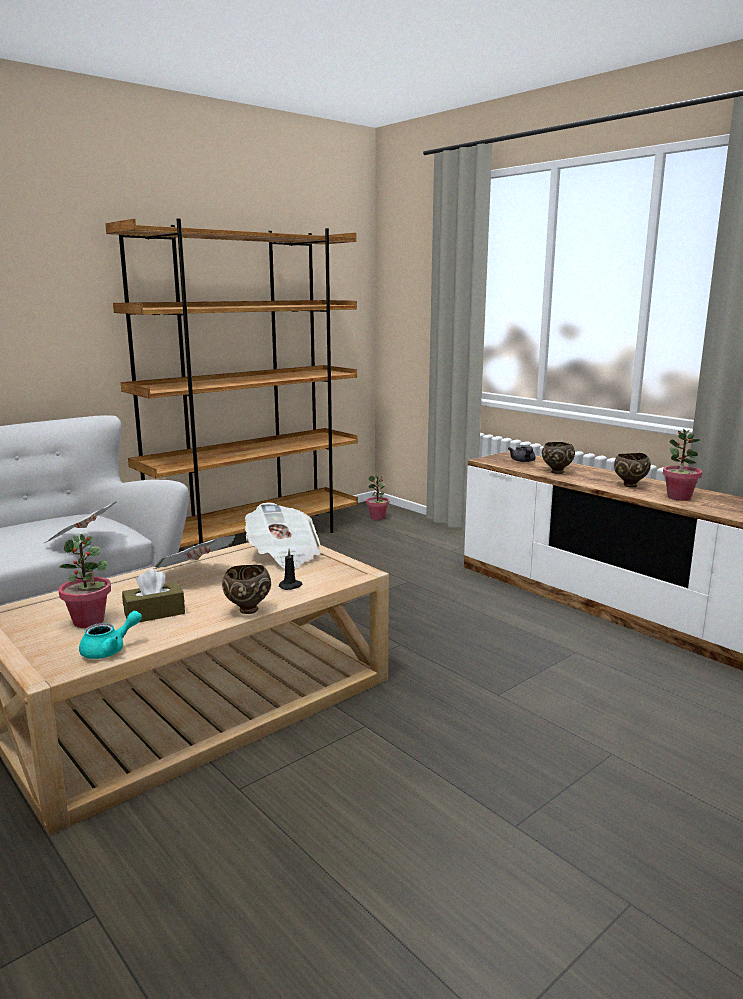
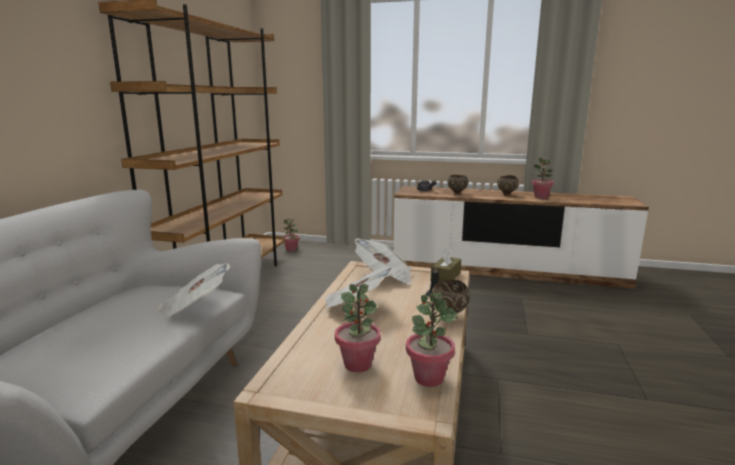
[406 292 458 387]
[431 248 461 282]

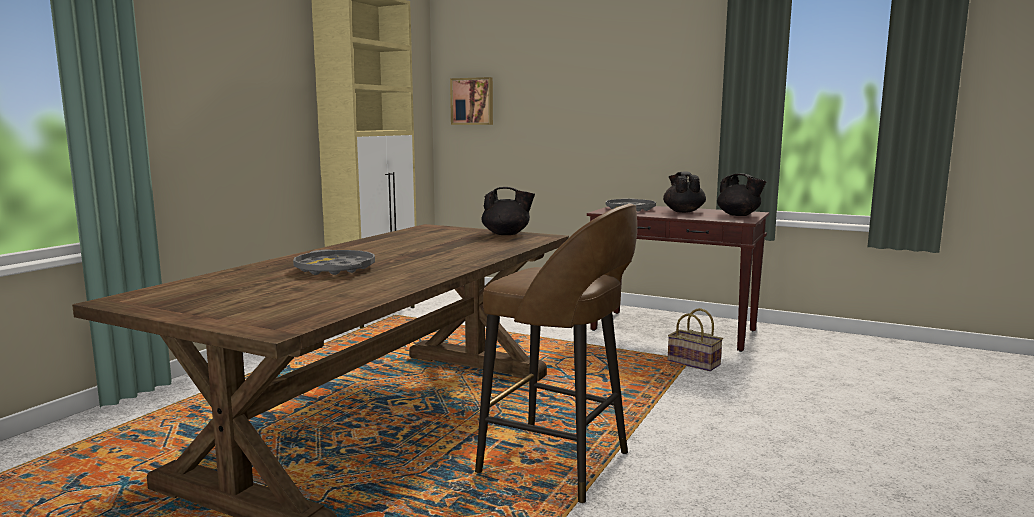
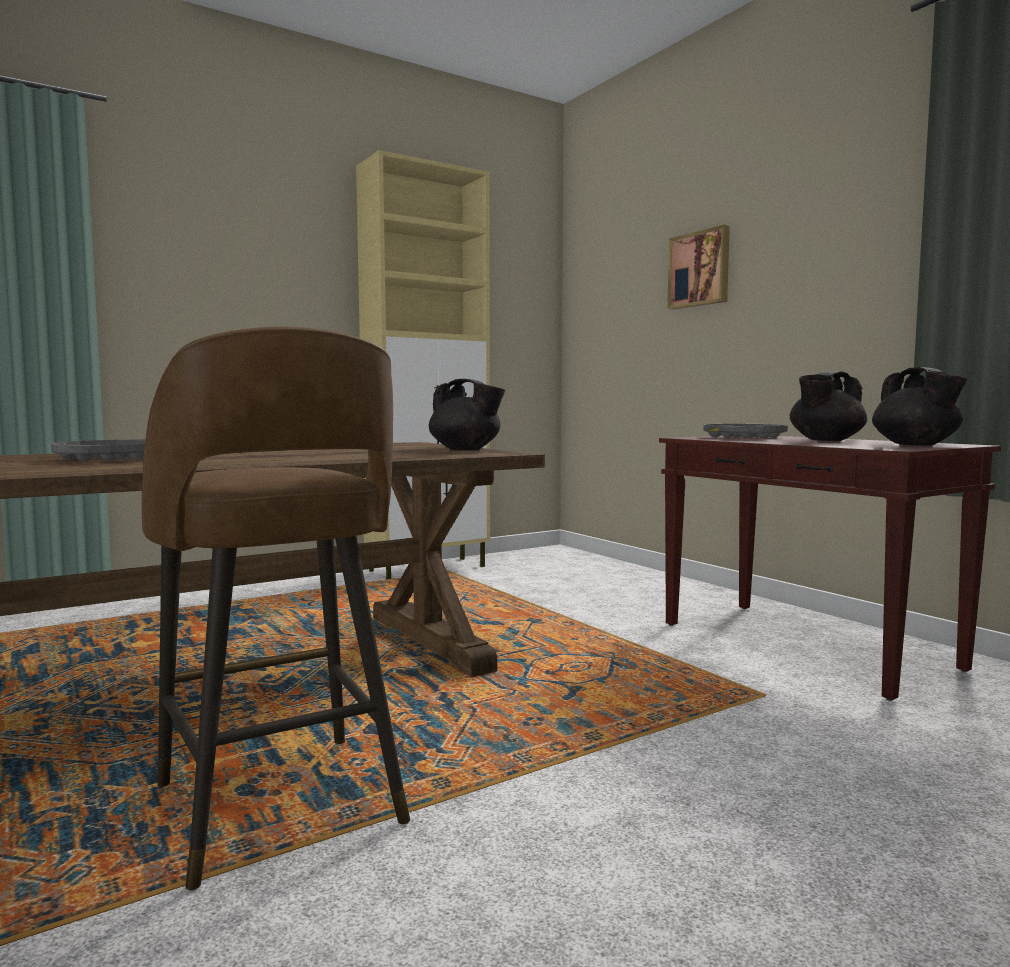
[667 225 730 310]
[790 371 867 441]
[668 308 723 371] (first image)

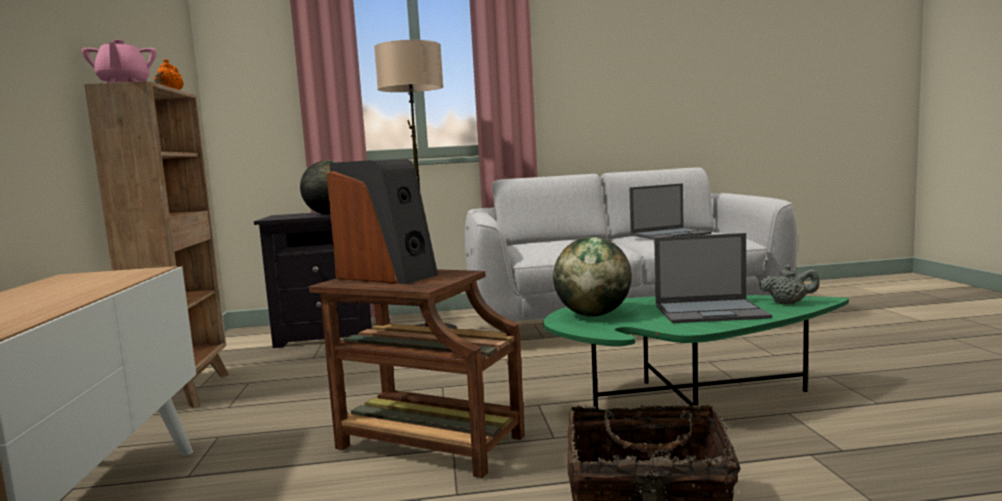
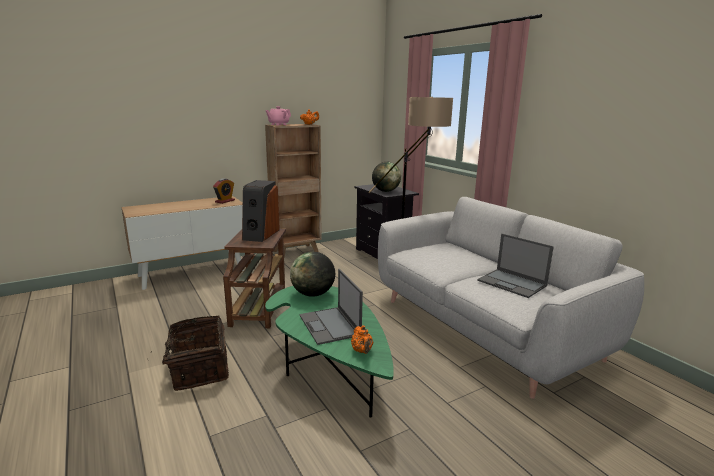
[351 325 373 354]
[213 178 235 204]

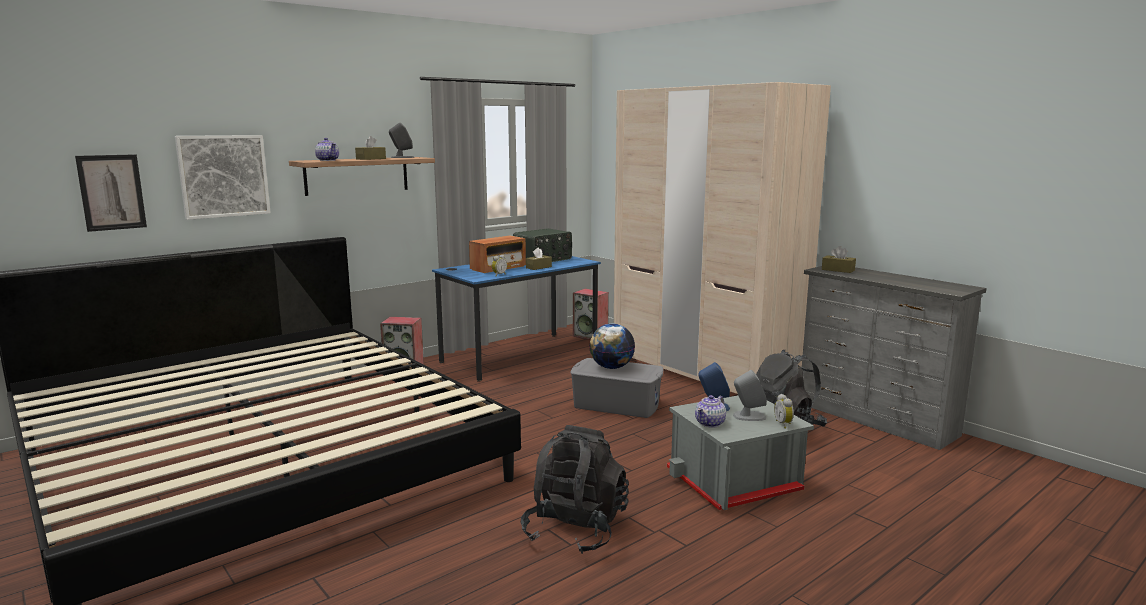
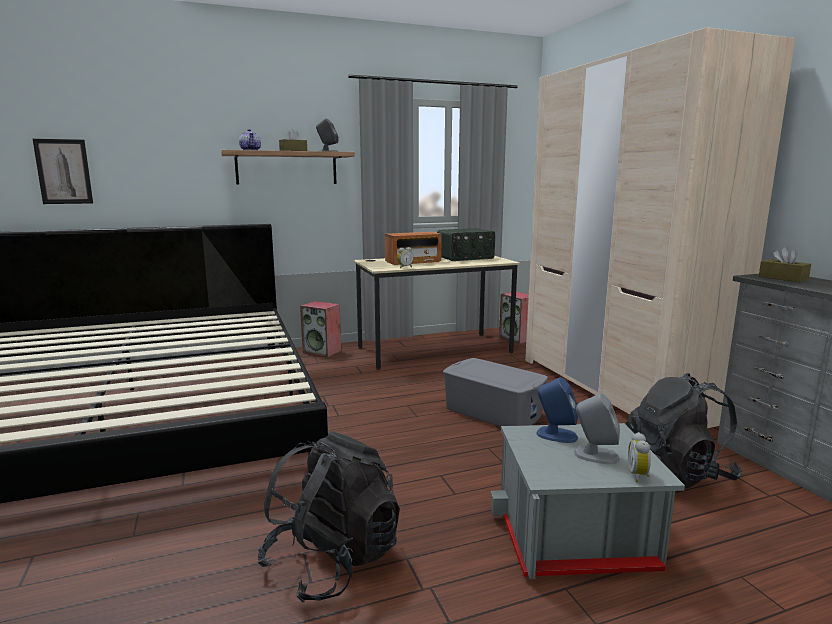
[175 135 271 220] (first image)
[353 256 520 370]
[526 247 552 270] (first image)
[589 324 635 369] (first image)
[695 395 726 428] (first image)

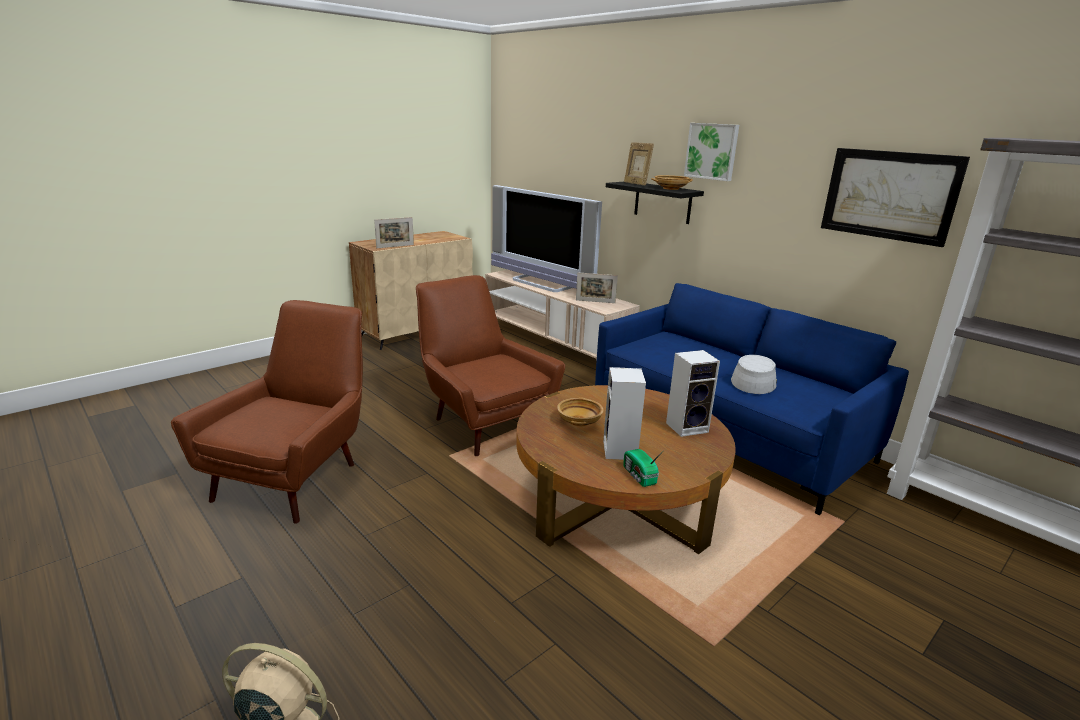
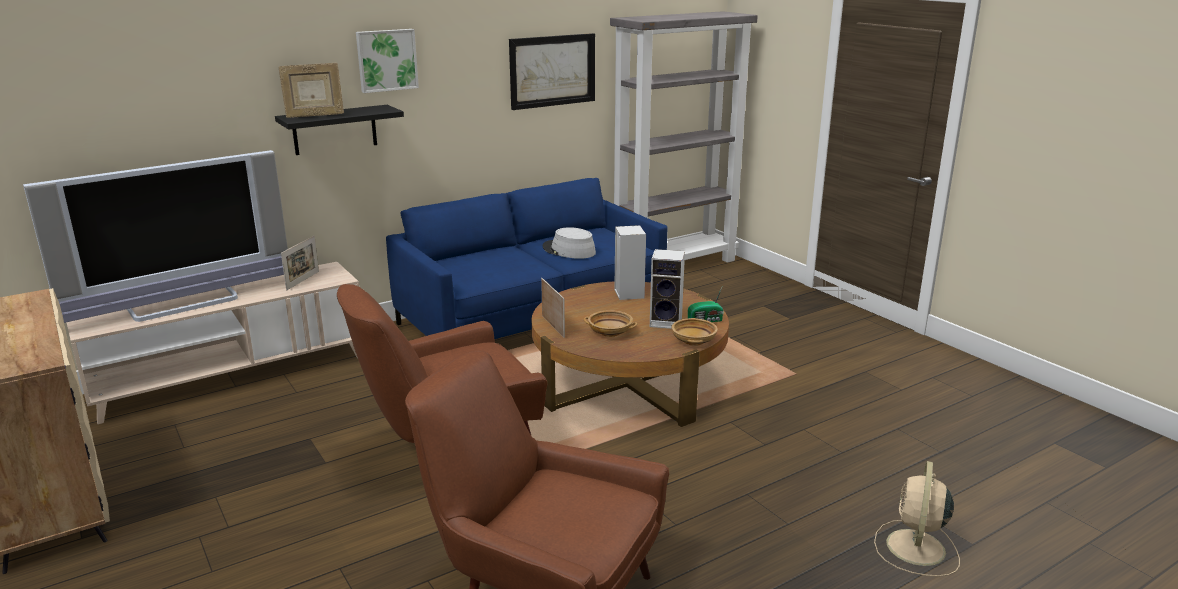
[541 278 565 338]
[671 318 718 346]

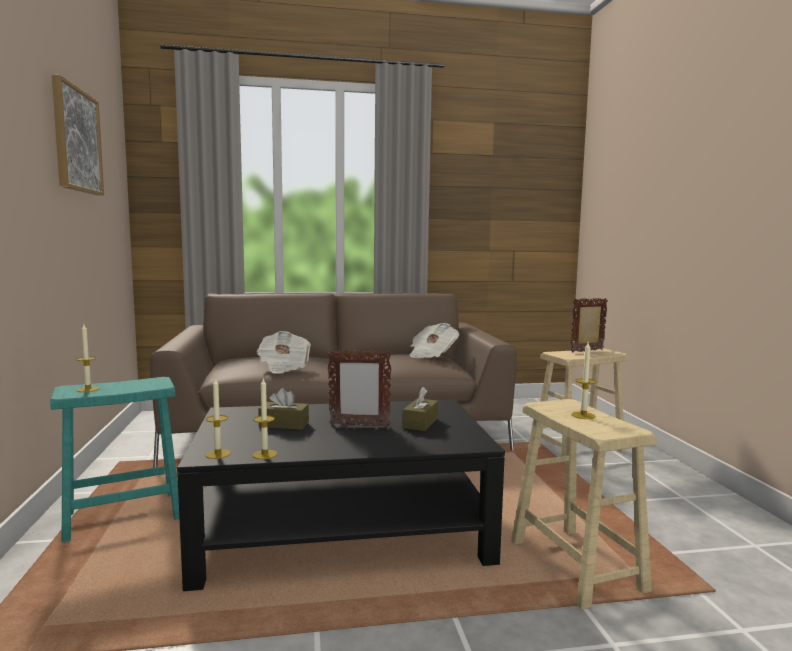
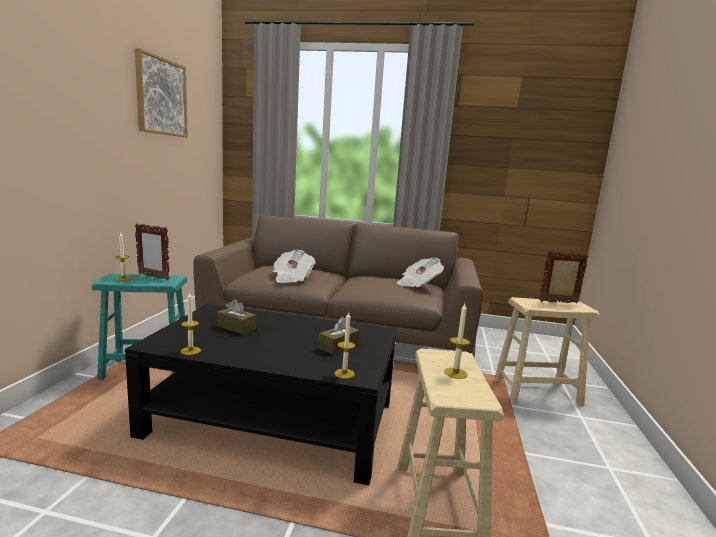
[335 312 355 379]
[135 223 170 280]

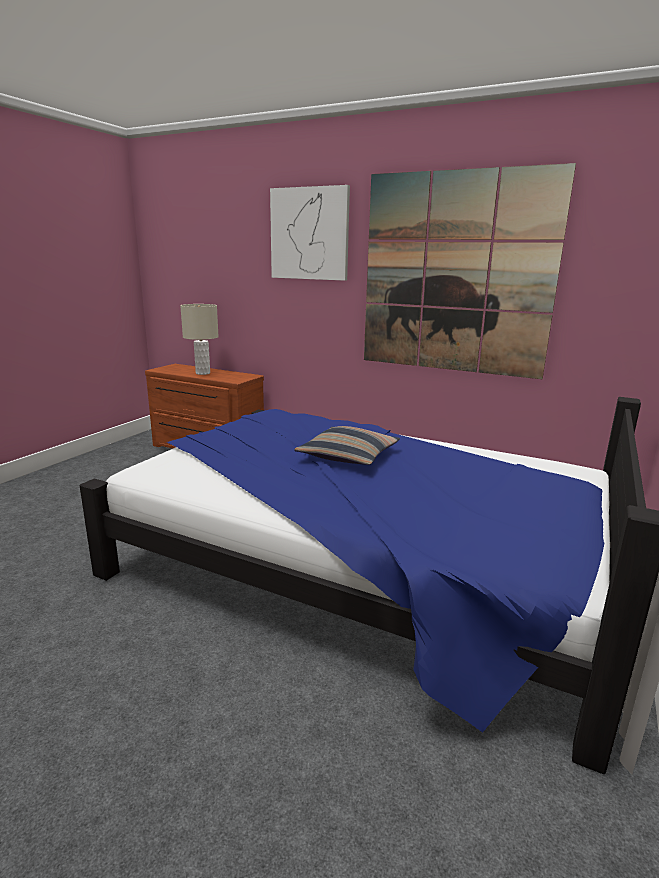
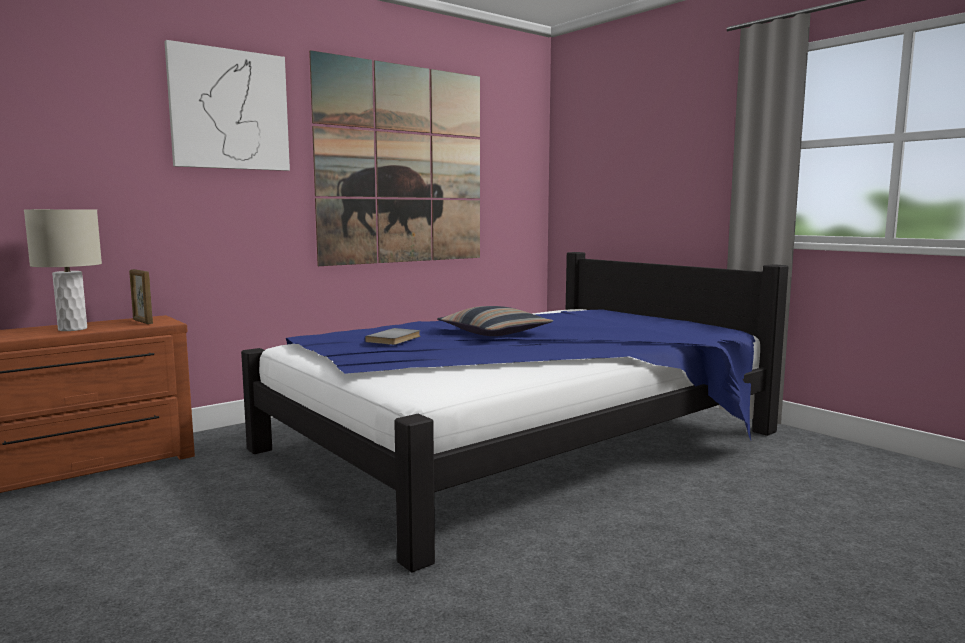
[129 269 153 324]
[365 328 420 345]

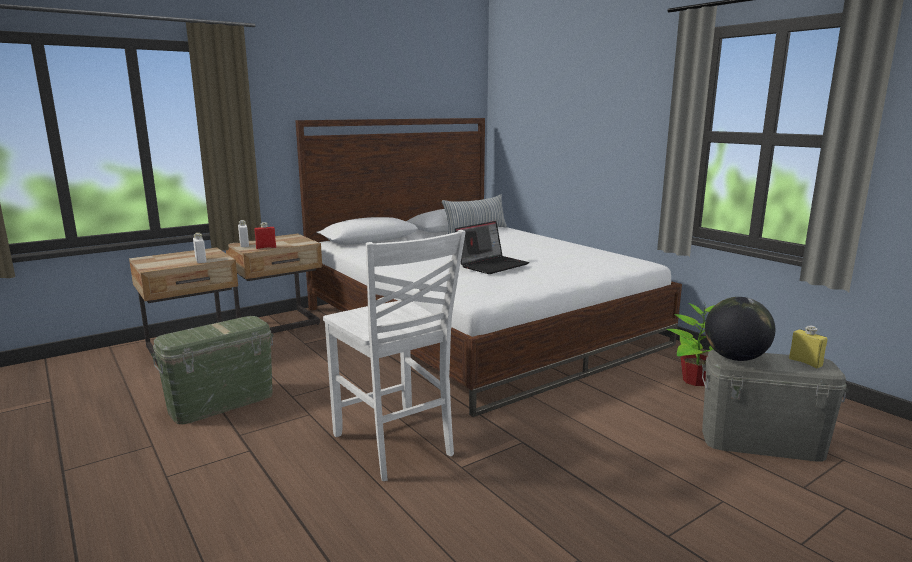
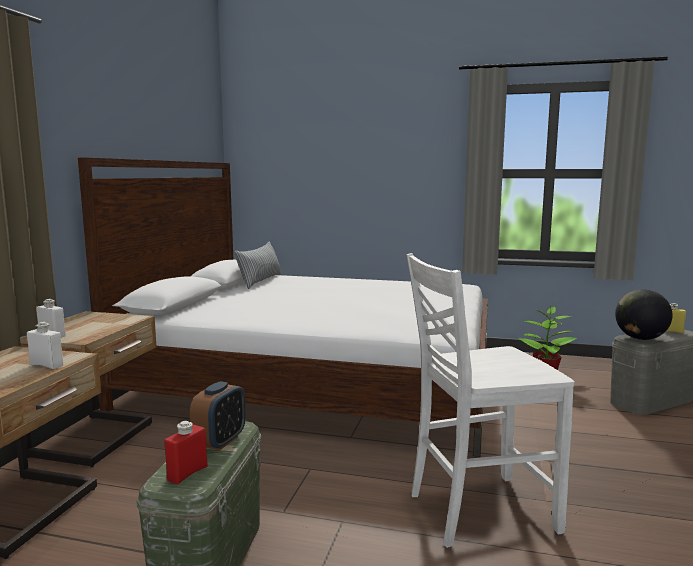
[165 421 207 484]
[407 253 575 548]
[455 221 529 274] (first image)
[190 381 246 451]

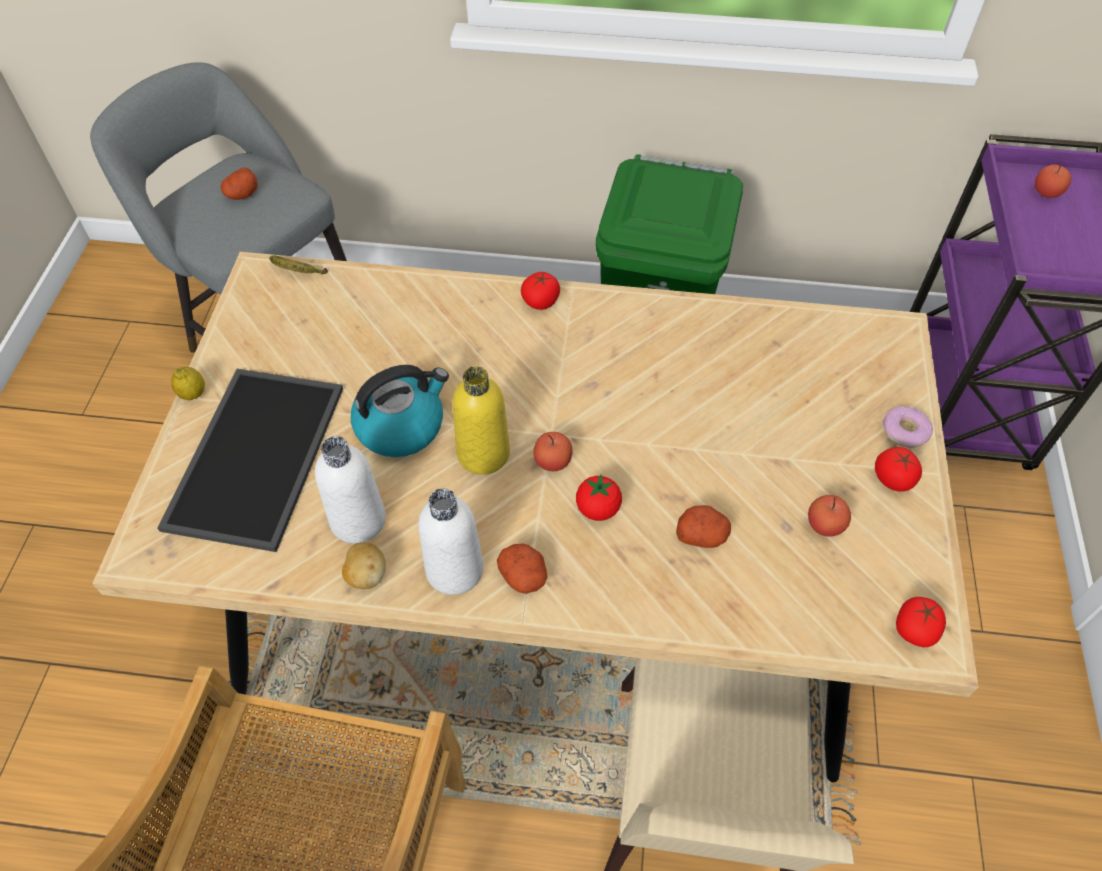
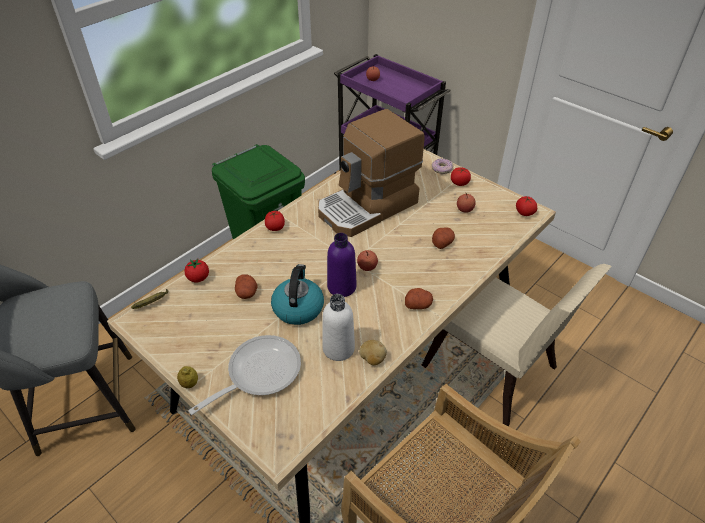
[188 335 301 415]
[235 275 258 299]
[418 488 483 595] (first image)
[327 233 357 297]
[184 259 209 282]
[318 109 425 237]

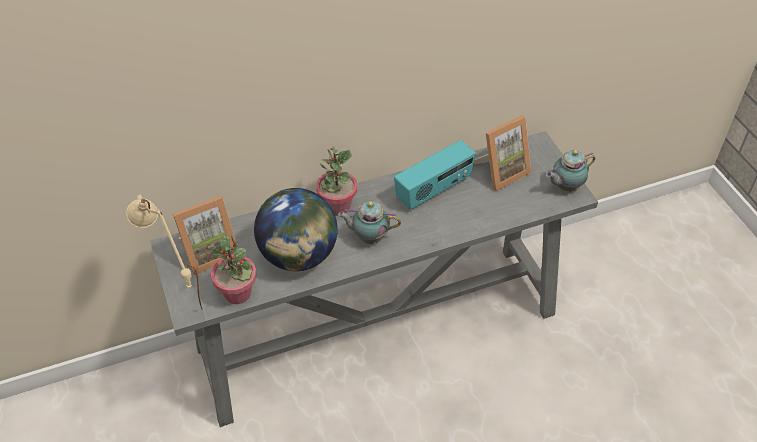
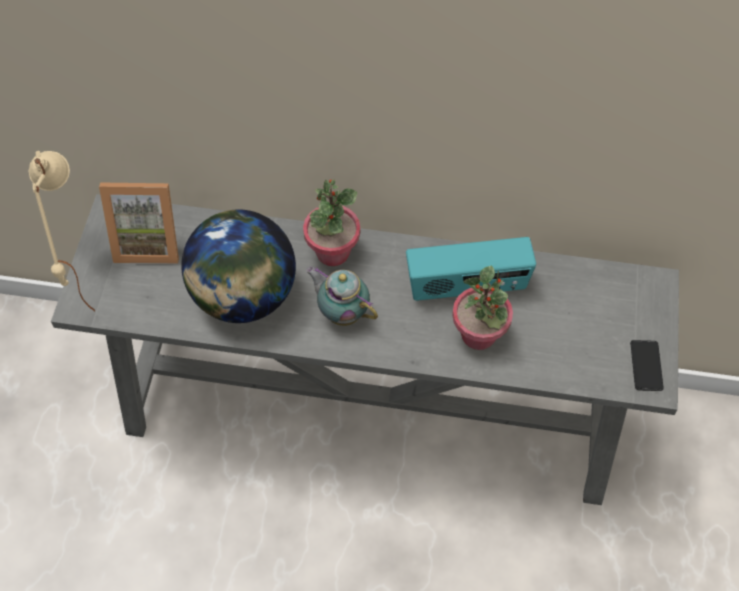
[452 266 513 350]
[473 115 531 191] (first image)
[630 340 664 391]

